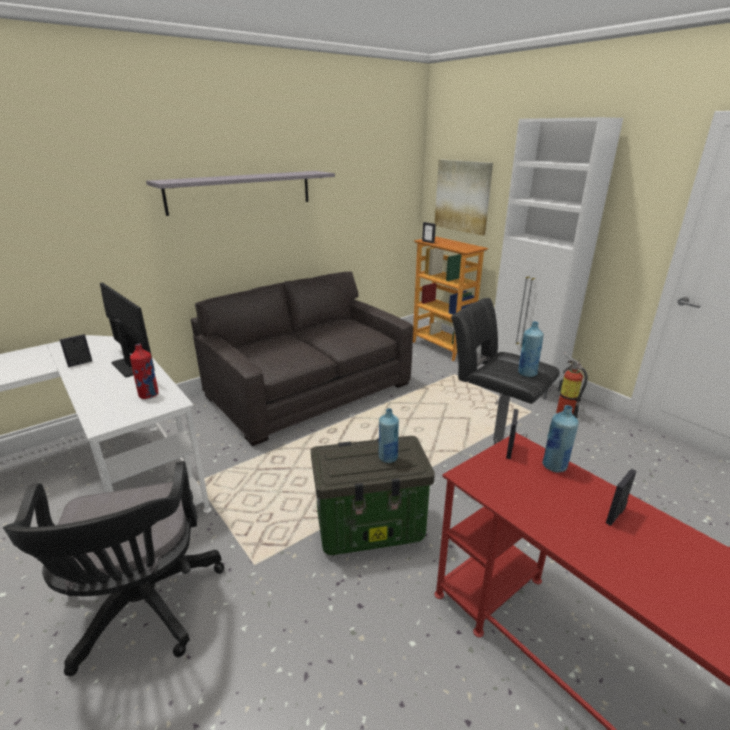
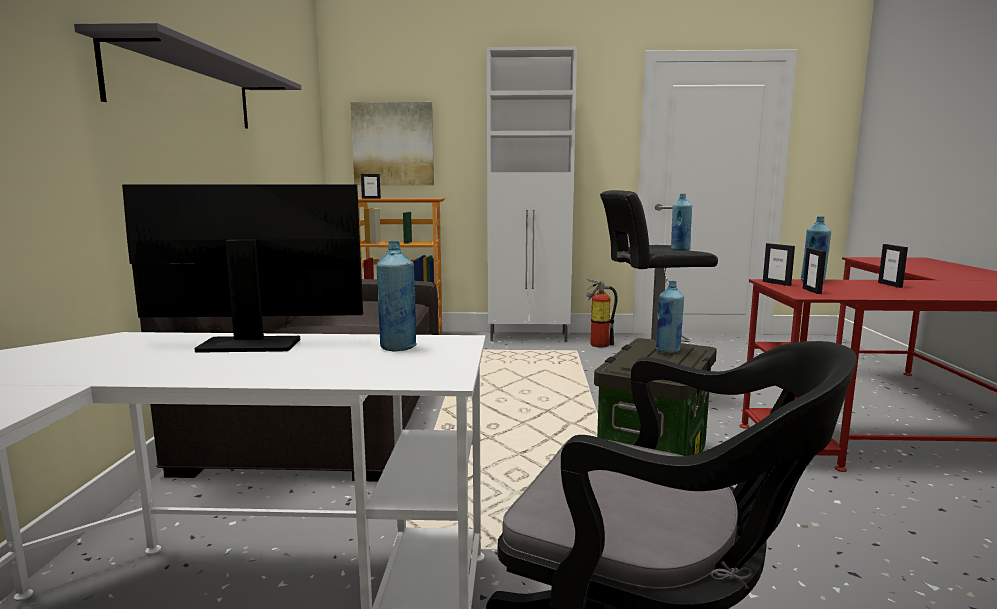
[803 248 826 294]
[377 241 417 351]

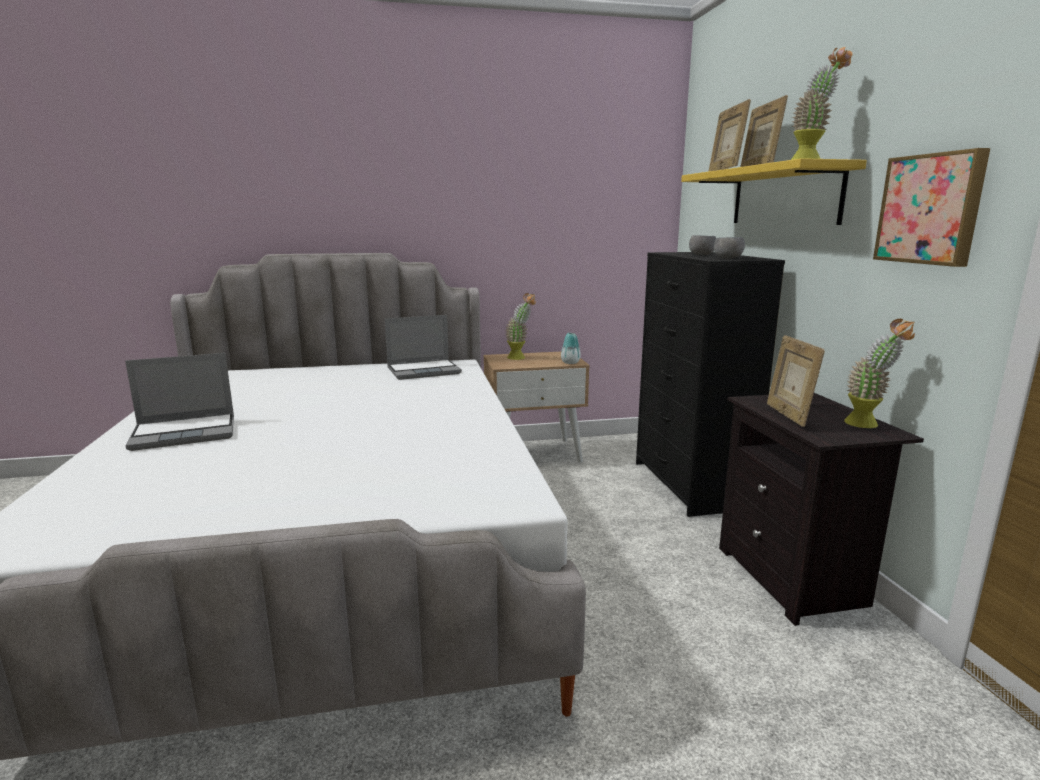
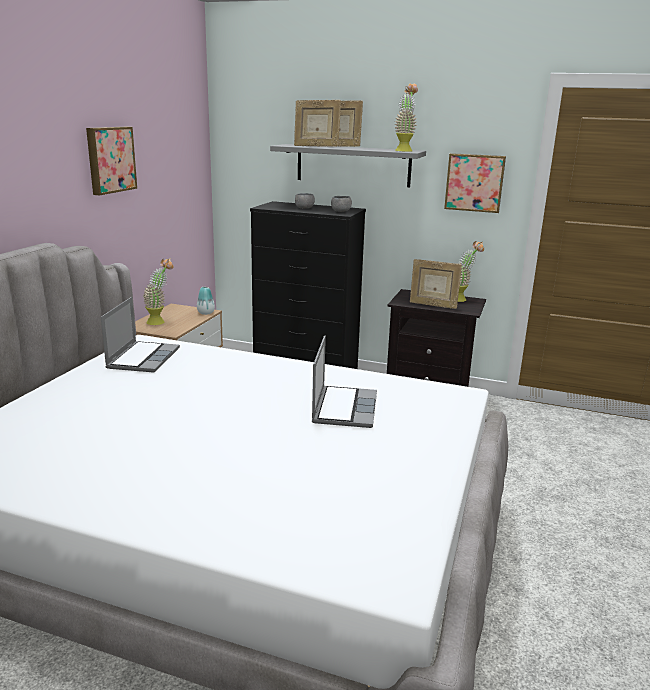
[312 335 377 428]
[270 144 426 187]
[86 127 137 195]

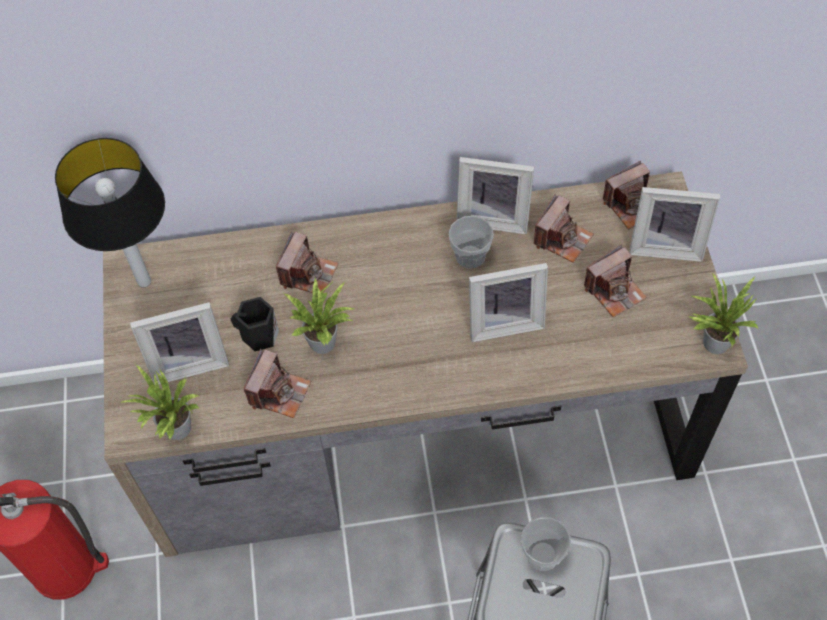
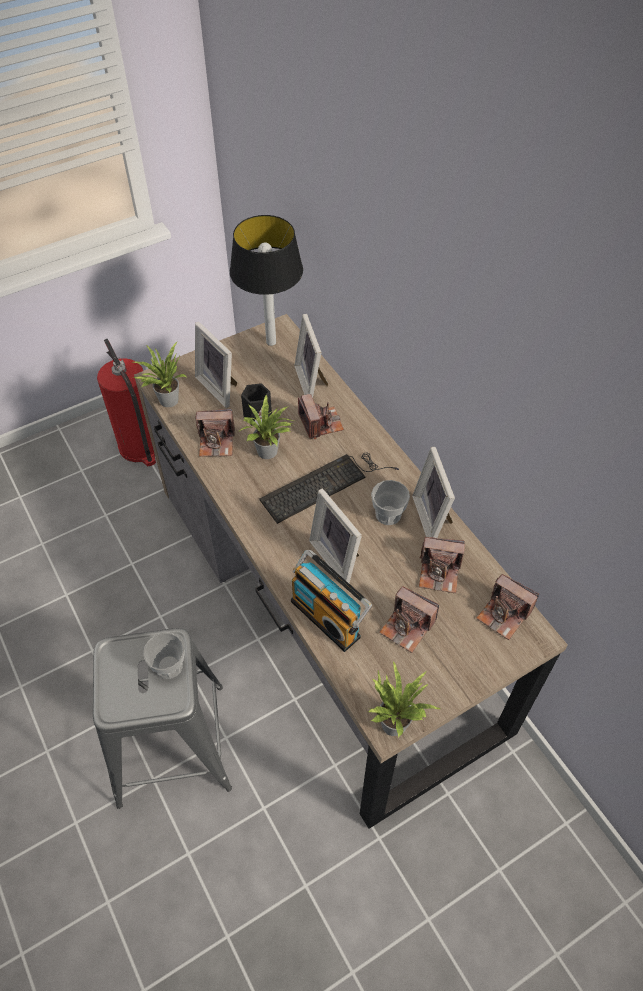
[298 394 344 439]
[294 314 328 398]
[260 452 399 524]
[291 550 372 652]

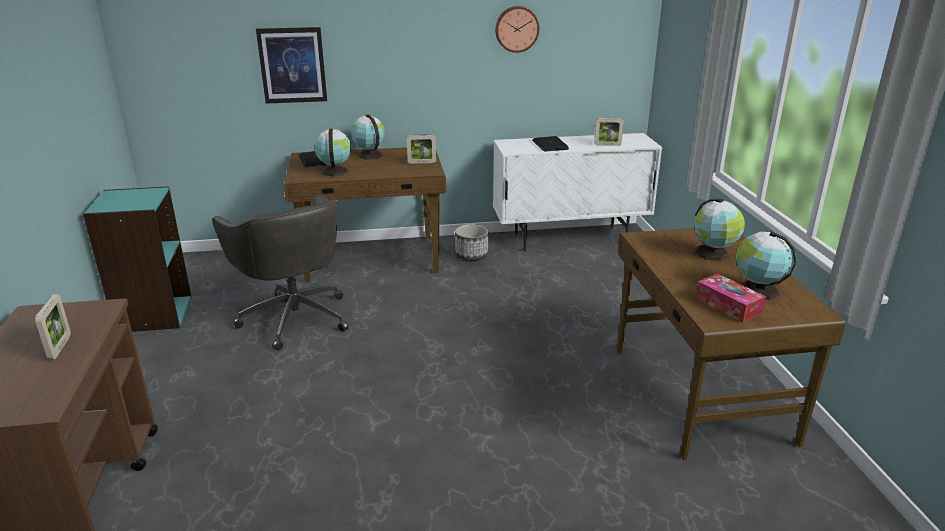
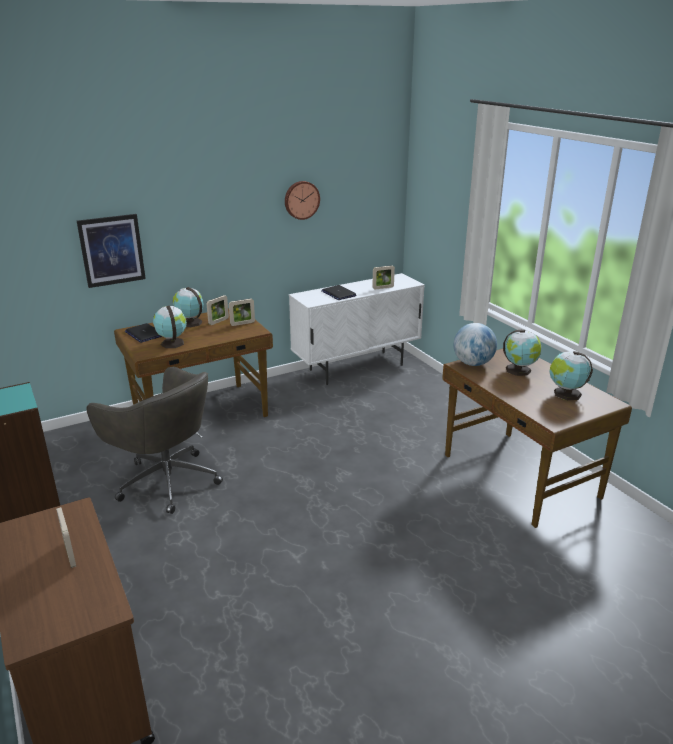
[455 224 488 260] (first image)
[695 274 766 323] (first image)
[207 295 229 325]
[453 323 497 366]

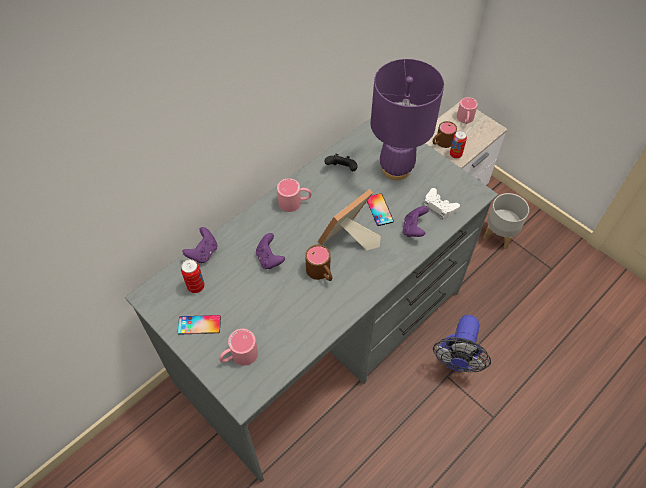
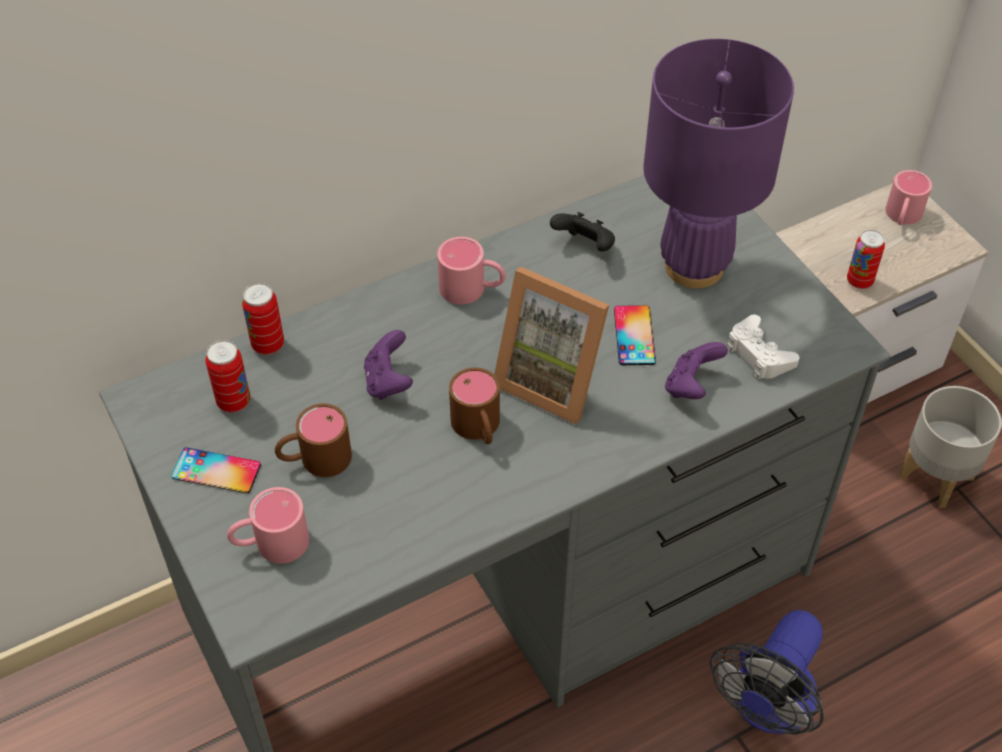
[242 283 284 355]
[494 267 609 425]
[275 404 352 477]

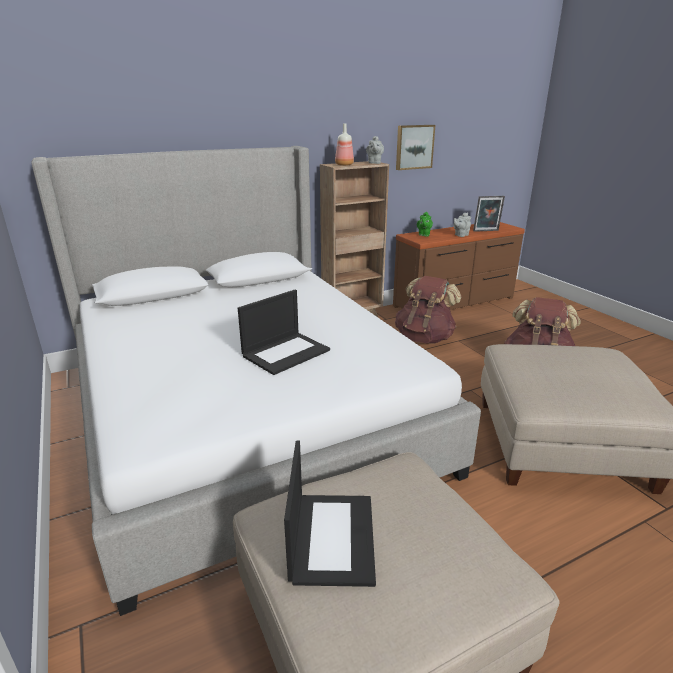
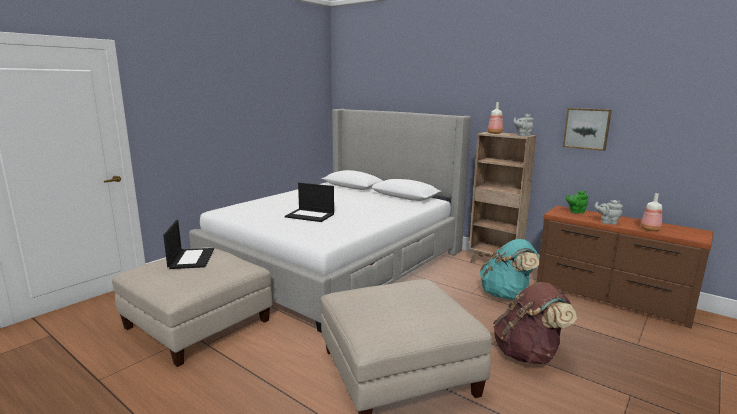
[163 220 214 269]
[480 239 539 300]
[640 193 662 231]

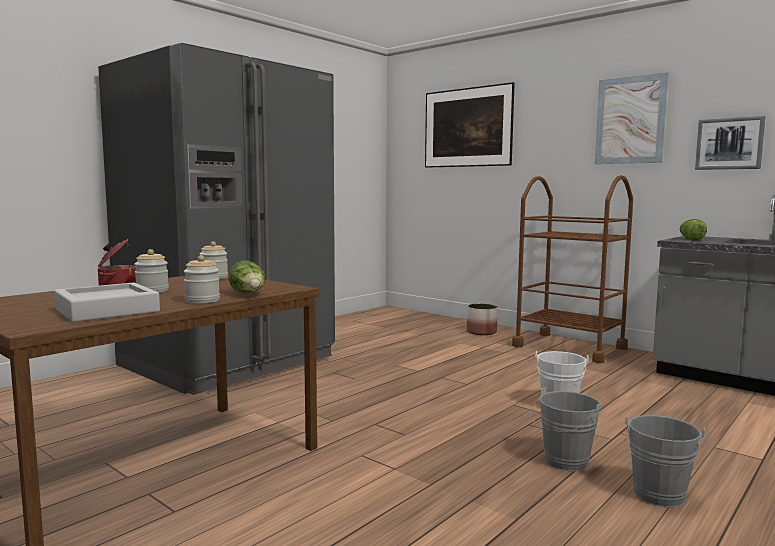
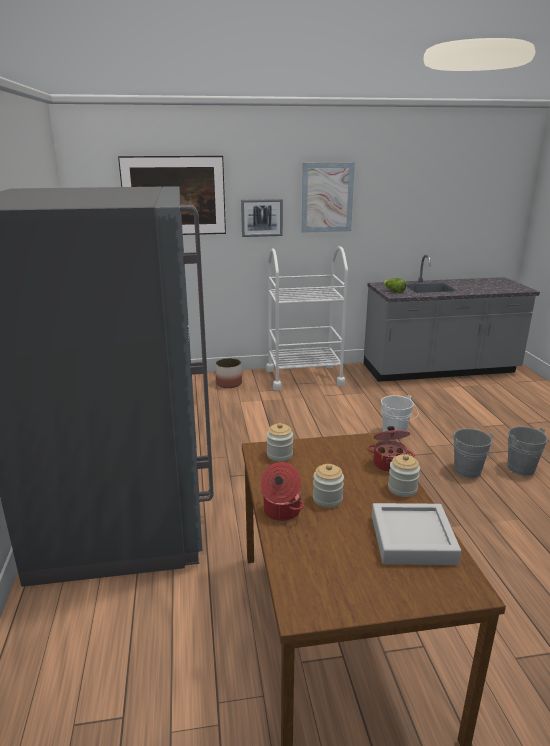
[367 426 414 472]
[266 246 348 390]
[241 199 283 237]

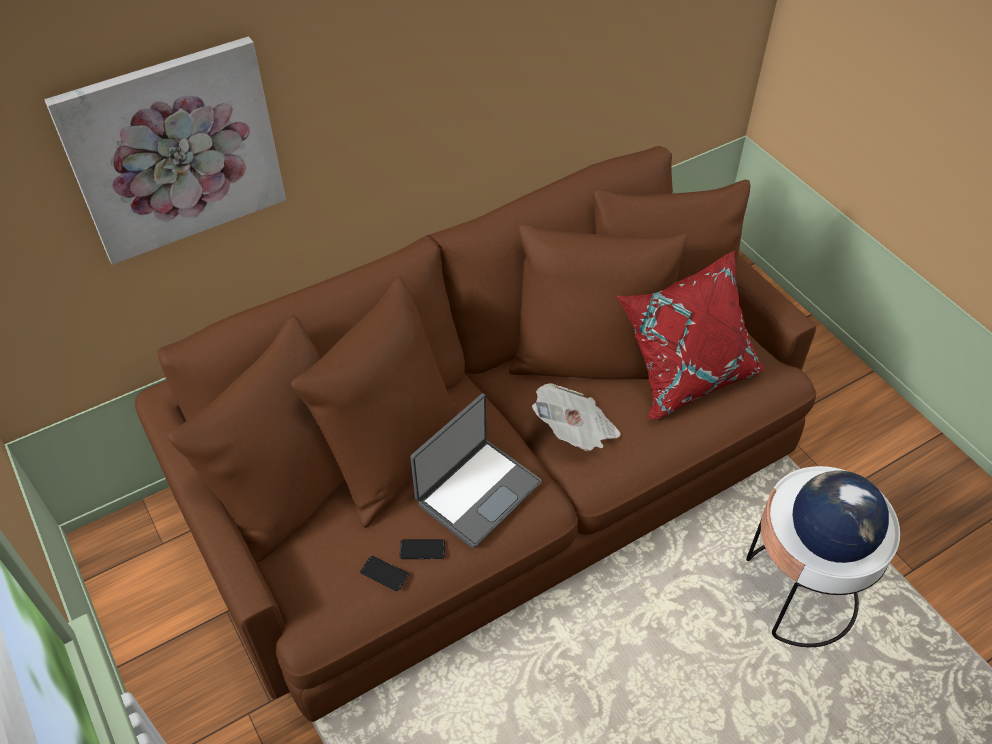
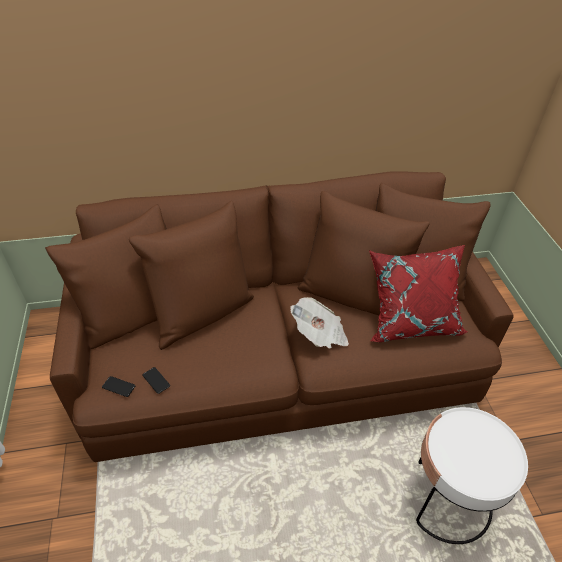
[44 36 286 265] (first image)
[102 376 135 397]
[410 393 542 548] (first image)
[793 470 889 563] (first image)

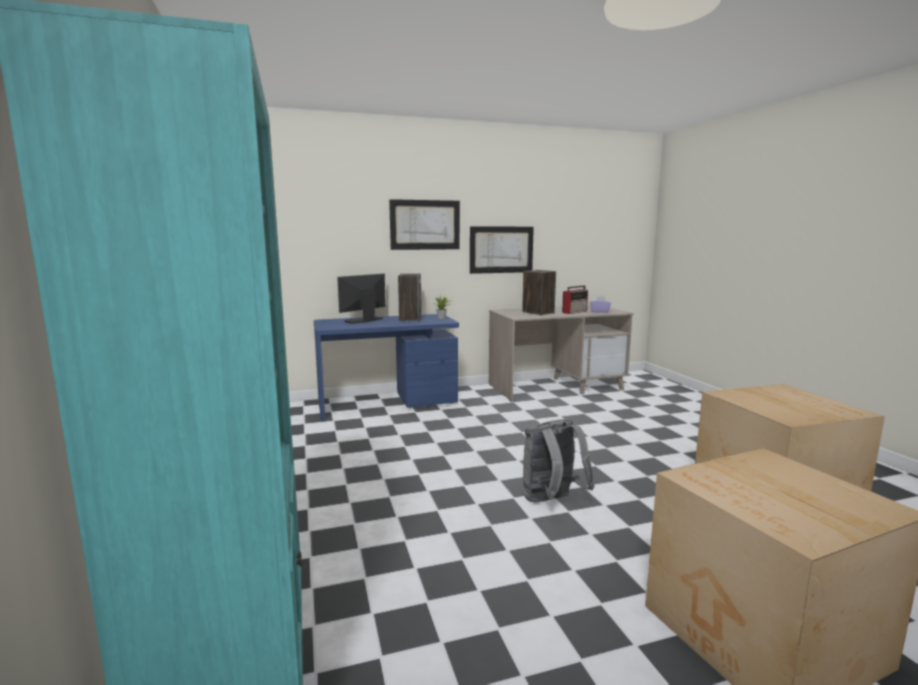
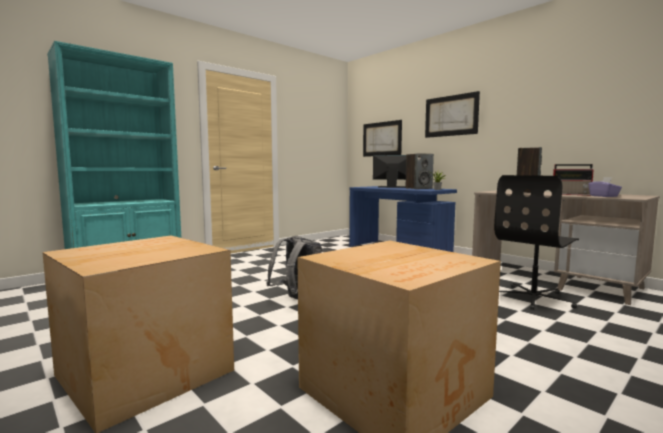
[363 120 402 157]
[494 175 579 310]

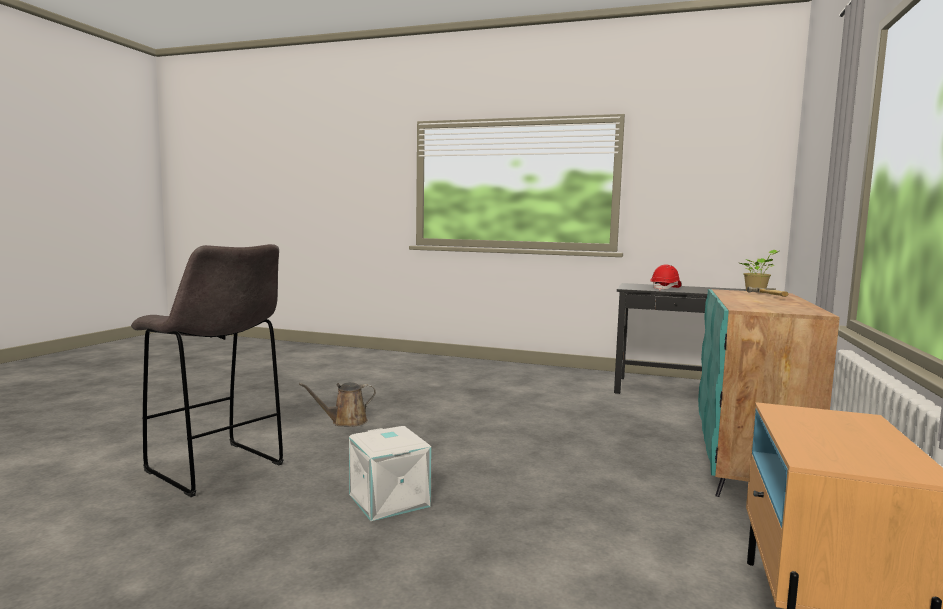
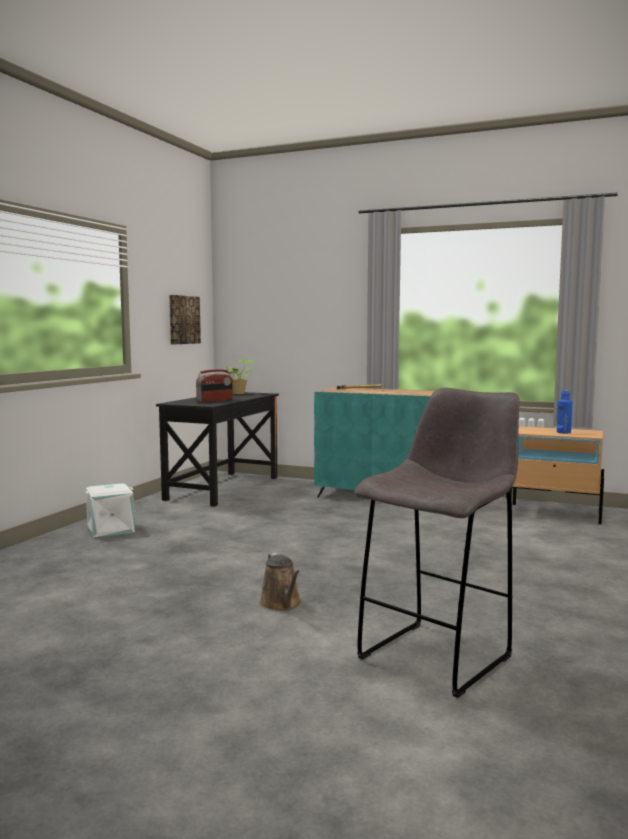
[85 483 135 538]
[196 369 233 403]
[169 295 201 344]
[557 391 572 434]

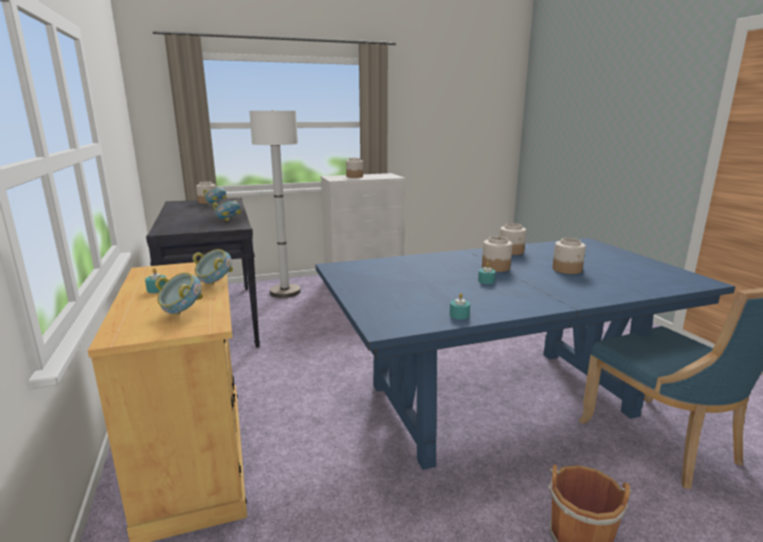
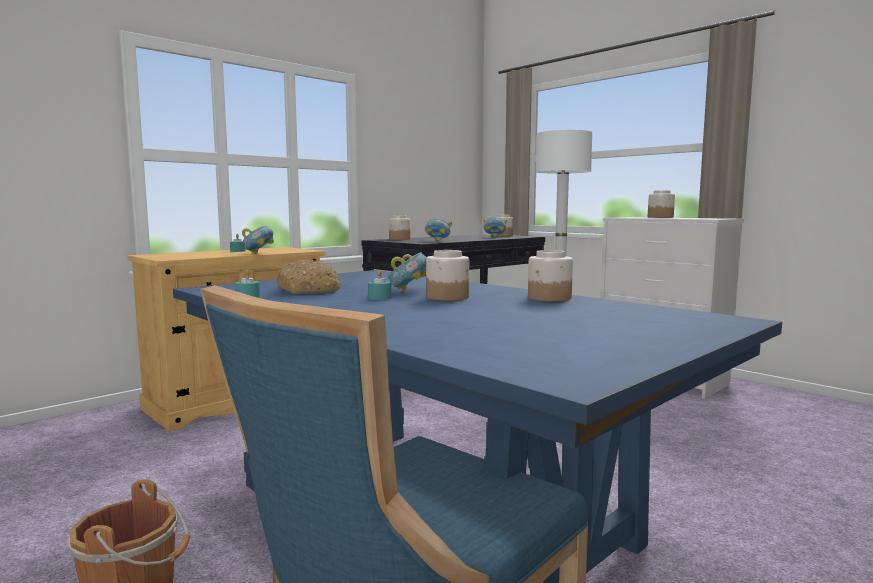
[388 252 427 291]
[389 215 411 240]
[277 260 340 294]

